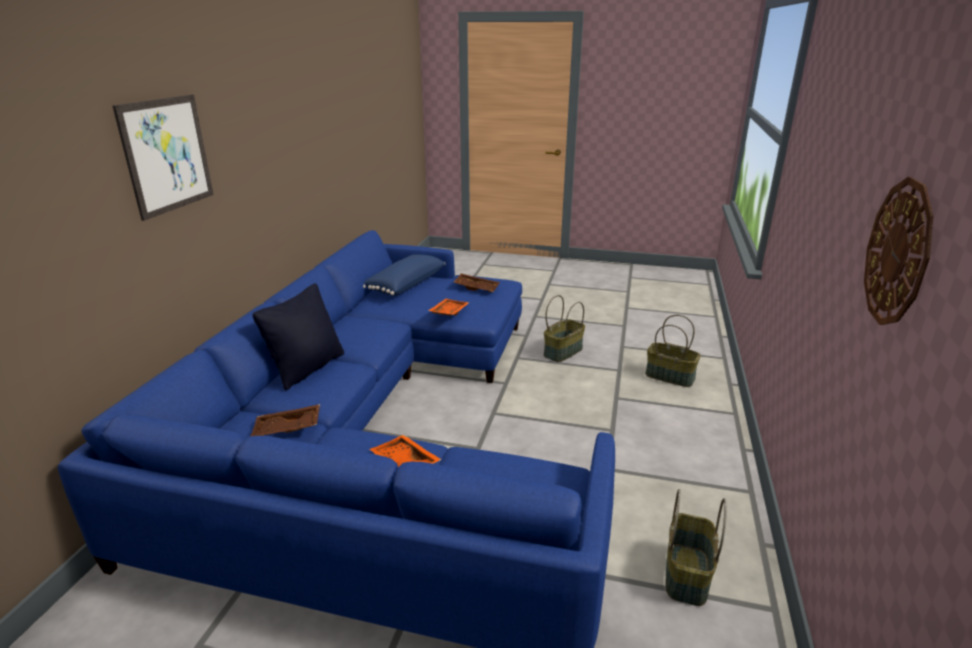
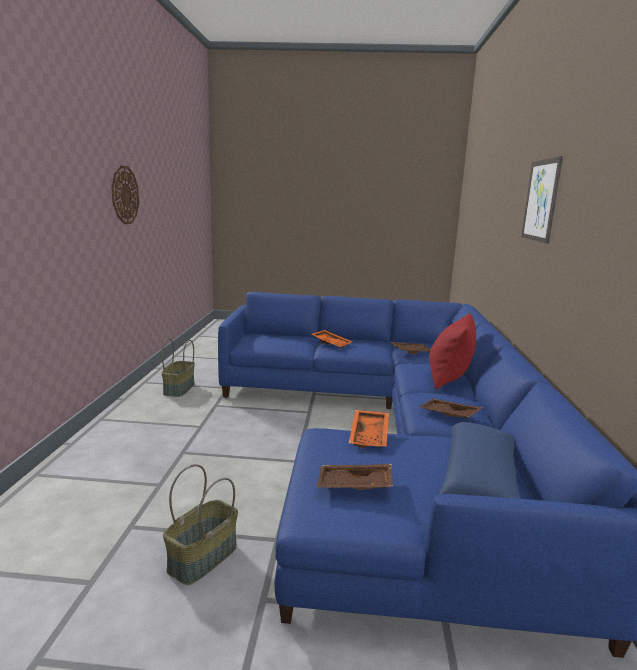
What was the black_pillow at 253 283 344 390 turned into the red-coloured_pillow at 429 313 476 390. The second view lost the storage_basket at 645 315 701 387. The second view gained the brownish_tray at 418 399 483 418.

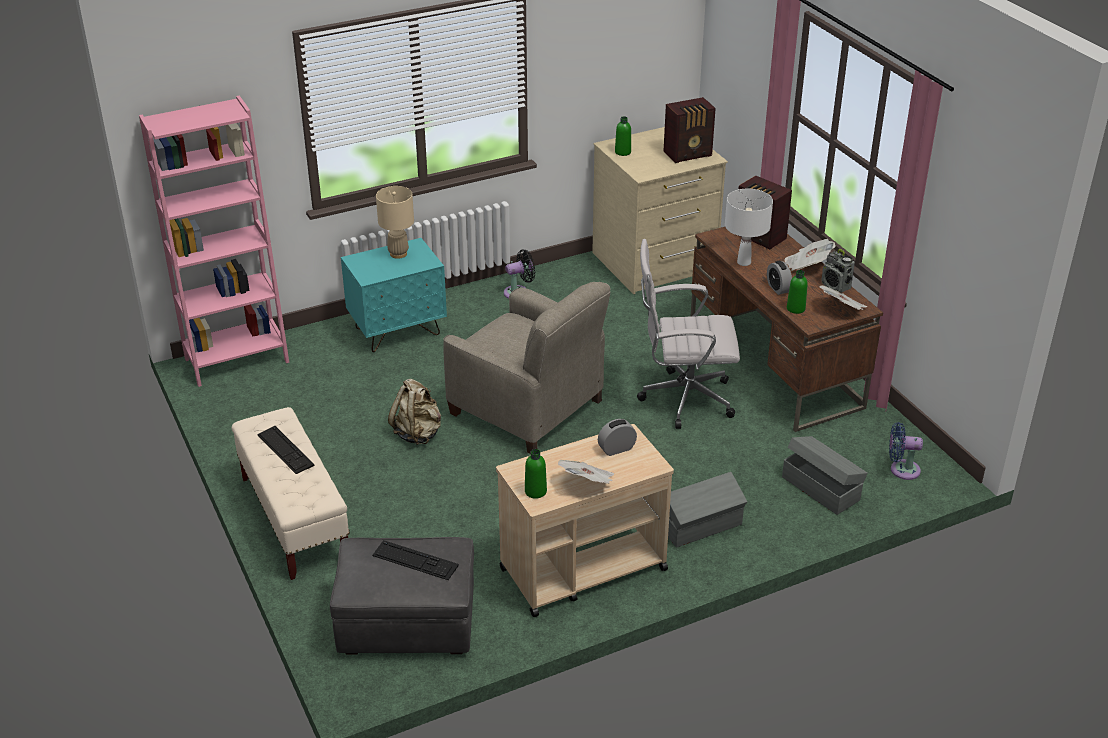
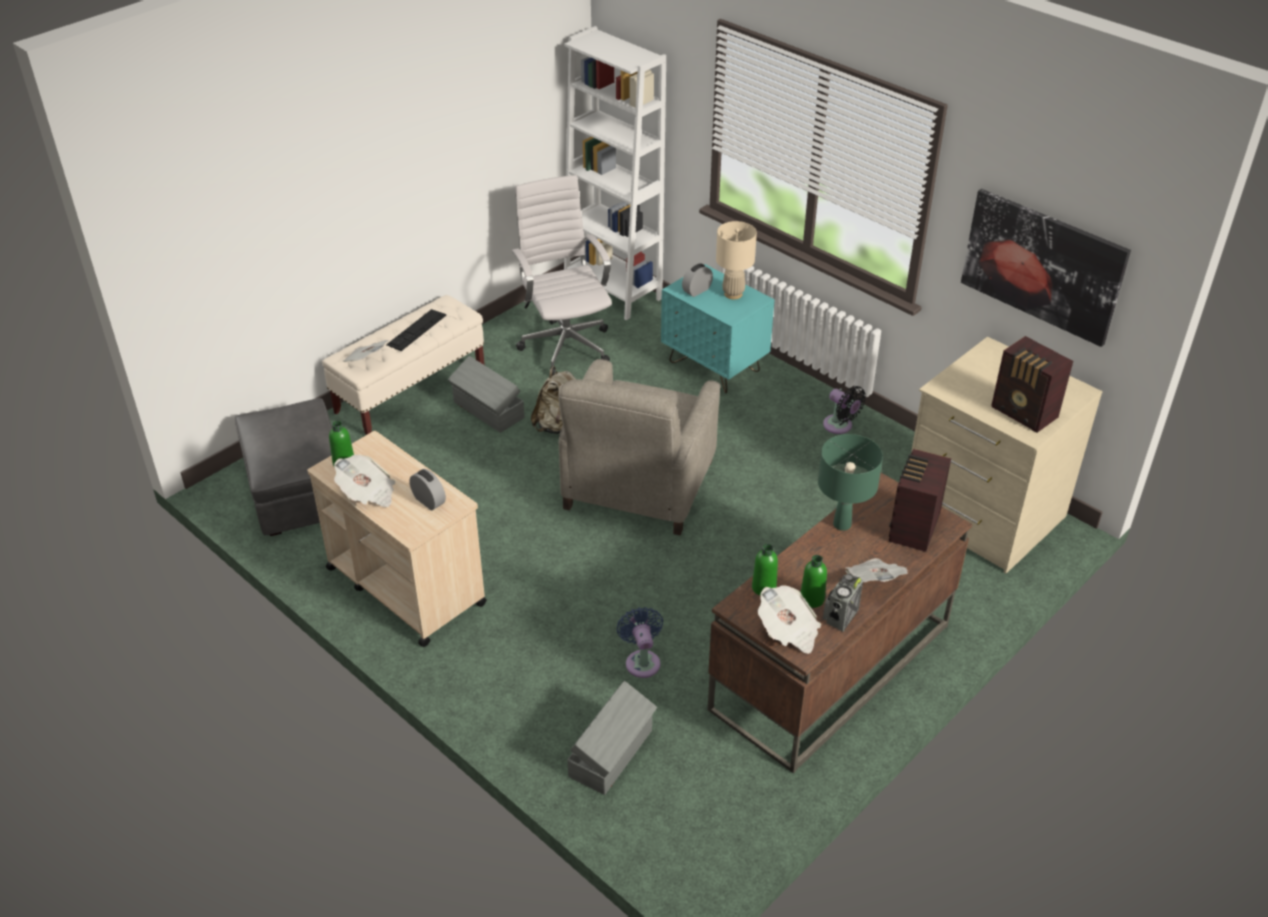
What was the pink_bookcase at 139 96 289 387 turned into the whitish_bookcase at 564 26 666 320. The green-coloured_beverage_bottle ended up elsewhere, having gone from 615 116 631 156 to 800 555 827 608. What was the whitish_tabletop_lamp at 725 189 773 266 turned into the green-coloured_tabletop_lamp at 818 434 883 531. The whitish_desk_chair ended up elsewhere, having gone from 637 239 740 429 to 512 175 612 376. The bedside_clock ended up elsewhere, having gone from 767 261 792 295 to 682 263 713 297. The blue-coloured_fan ended up elsewhere, having gone from 889 422 923 480 to 617 607 663 678. The greyish_storage_bin ended up elsewhere, having gone from 668 472 747 547 to 448 356 524 433. The second view lost the computer_keyboard at 372 540 459 580. The second view gained the wall_picture at 961 189 1131 347. The second view gained the newspaper at 341 340 389 362.

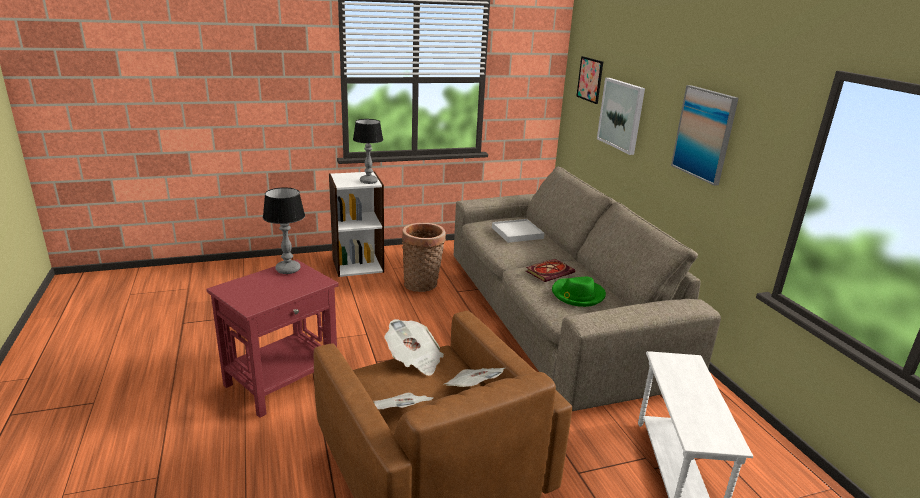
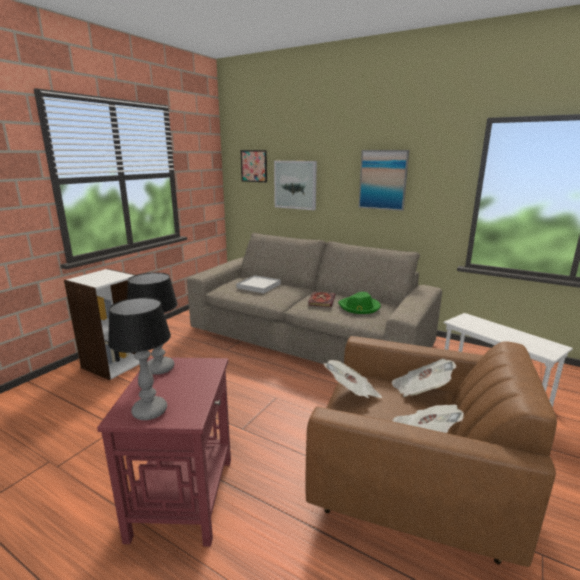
The tabletop_lamp ended up elsewhere, having gone from 353 119 383 184 to 108 297 171 420. The second view lost the storage_basket at 402 223 446 292.

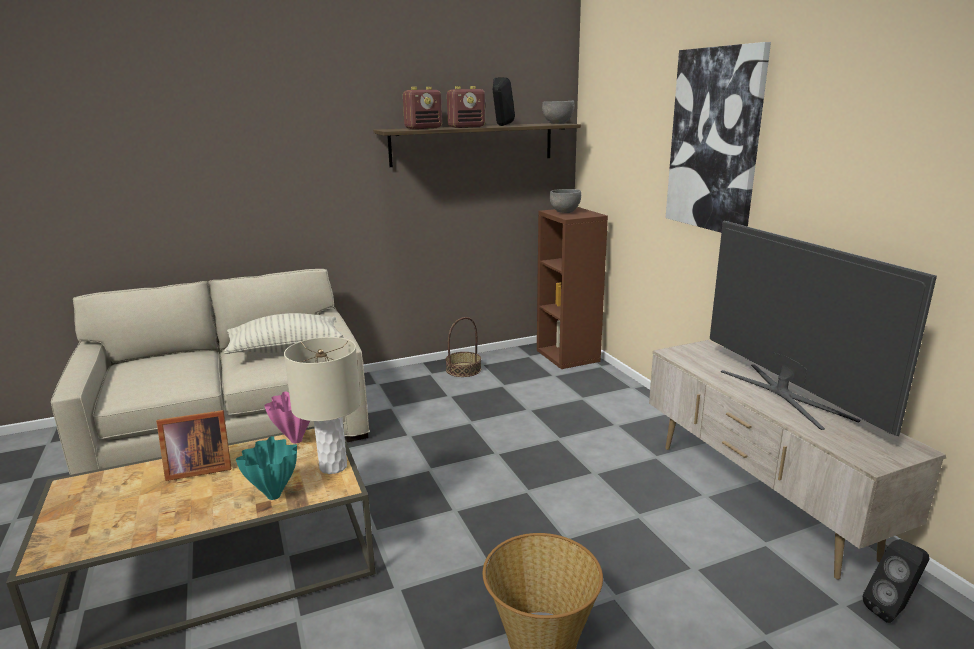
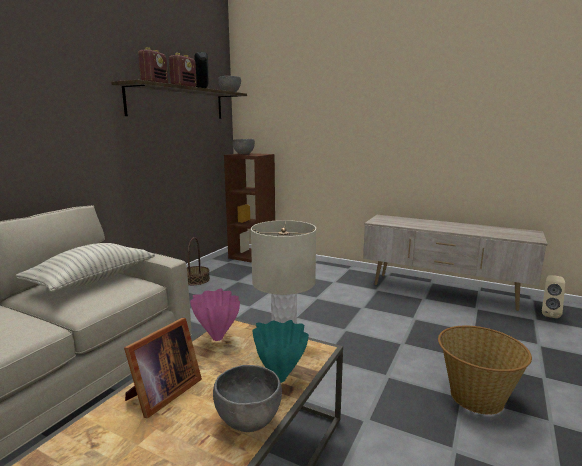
The second view lost the wall_picture at 666 42 771 233. The second view lost the TV at 710 221 937 436. What was the black_speaker at 862 539 929 623 turned into the beige-coloured_speaker at 542 275 565 318. The second view gained the greyish_deep_dish at 213 365 282 432.

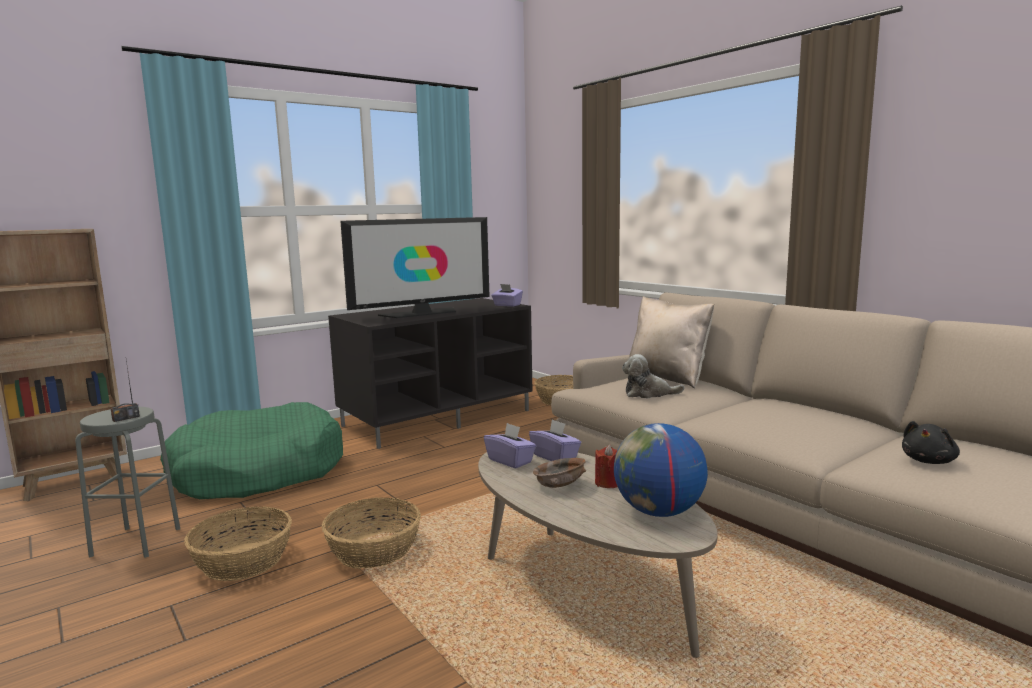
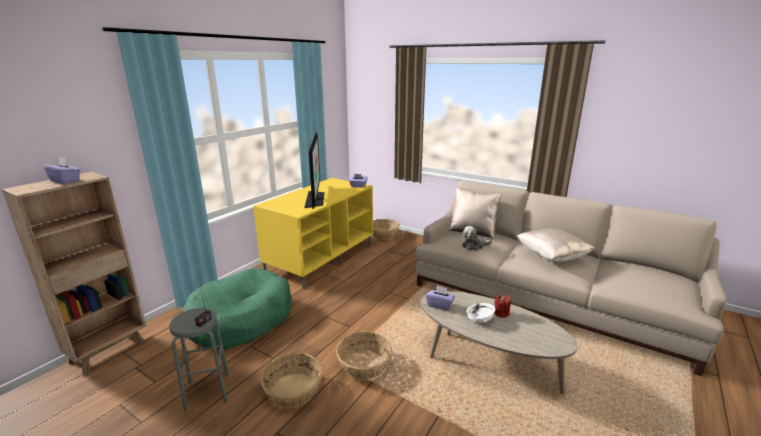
The TV at 340 217 490 318 ended up facing another way, 45 degrees counterclockwise from before. What was the black_tv_stand at 328 298 532 449 turned into the yellowish_tv_stand at 253 178 373 288. The purple_box_of_tissues ended up elsewhere, having gone from 529 419 581 461 to 43 158 80 184. The second view lost the black_soft_toy at 902 421 960 464. The second view lost the desk_globe at 614 423 708 517. What was the brownish_deep_dish at 533 458 586 488 turned into the whitish_deep_dish at 466 303 495 323. The second view gained the beige-coloured_pillow at 517 227 595 262.

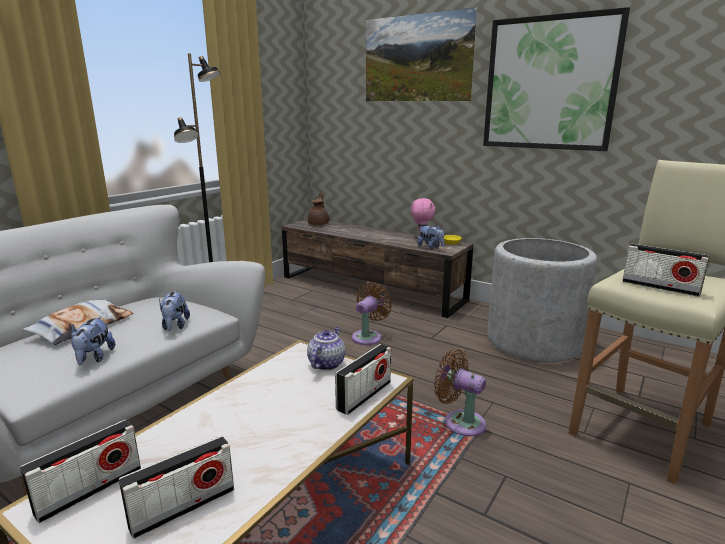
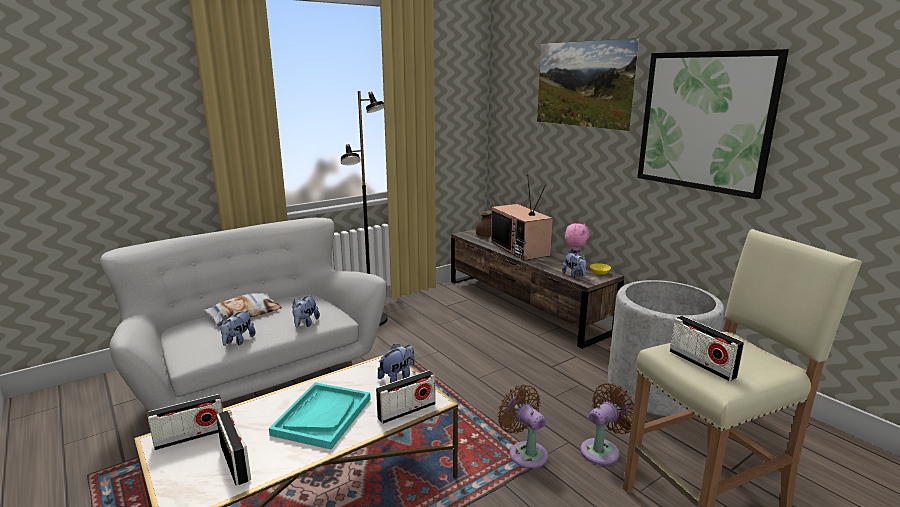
The brownish_fan ended up elsewhere, having gone from 352 282 392 345 to 580 383 634 466. Where the tea_pot stood at 307 327 345 370, the soft_toy came to stand at 378 344 415 383. The radio_receiver at 119 436 234 539 ended up facing another way, 105 degrees counterclockwise from before. The second view gained the TV at 491 180 553 260. The second view gained the turquoise-coloured_tray at 269 382 371 450.

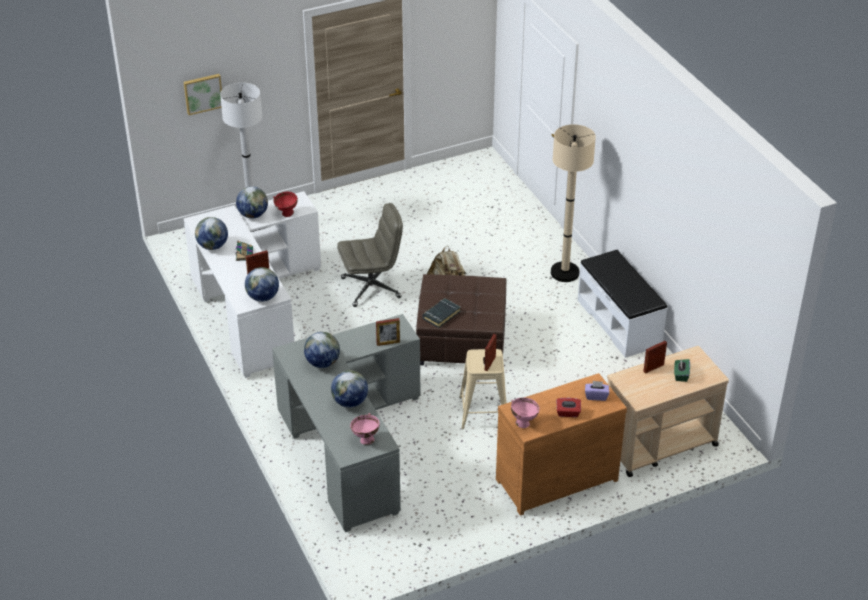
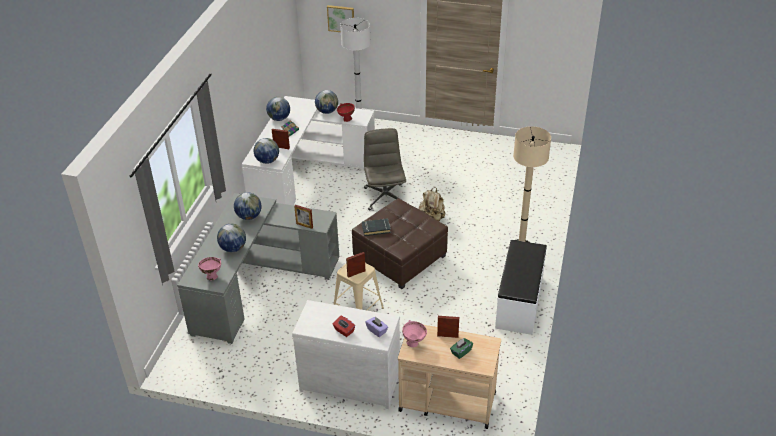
The greyish_desk_chair at 337 203 403 307 ended up facing another way, 120 degrees counterclockwise from before. What was the brownish_drawer_chest at 496 373 627 516 turned into the whitish_drawer_chest at 292 300 400 409. The pink_deep_dish ended up elsewhere, having gone from 511 398 540 428 to 402 320 427 347.

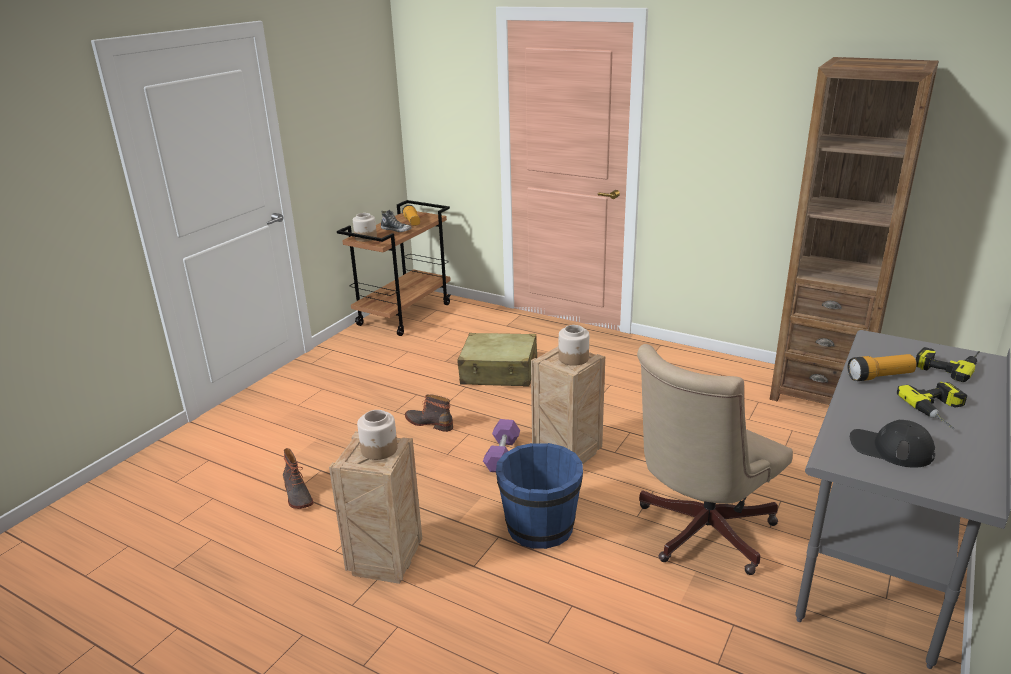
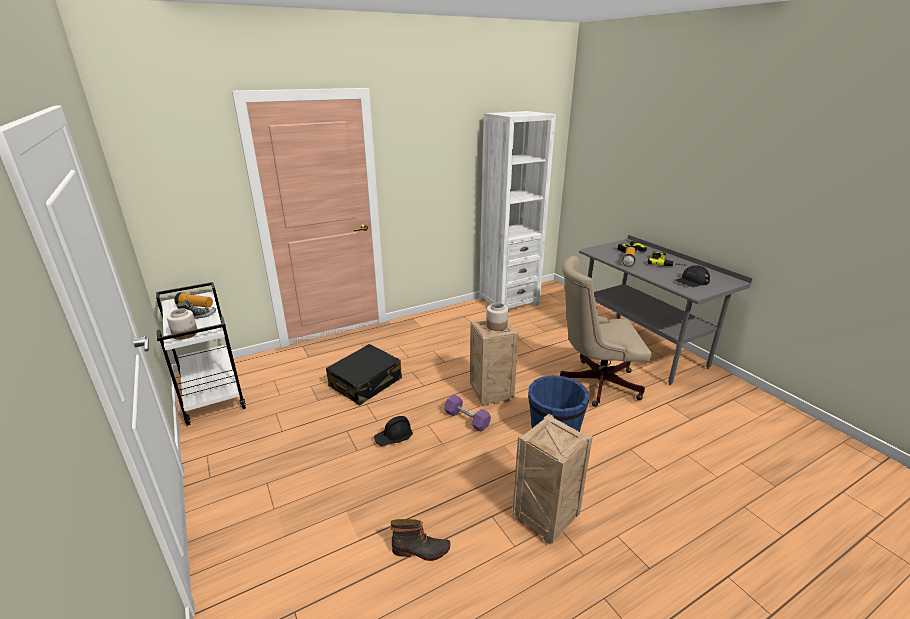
What was the brownish_bookcase at 770 57 939 405 turned into the whitish_bookcase at 479 111 556 309. What was the brownish_cart at 337 200 451 336 turned into the whitish_cart at 156 282 246 426. What was the beige-coloured_travel_case at 457 333 537 387 turned into the black_travel_case at 326 344 402 406. The beige-coloured_desk_chair at 637 344 793 575 ended up facing another way, 105 degrees clockwise from before. Where the tall_boot stood at 405 394 453 432, the black_safety_helmet came to stand at 374 416 413 446. The second view lost the jar at 357 410 398 460.

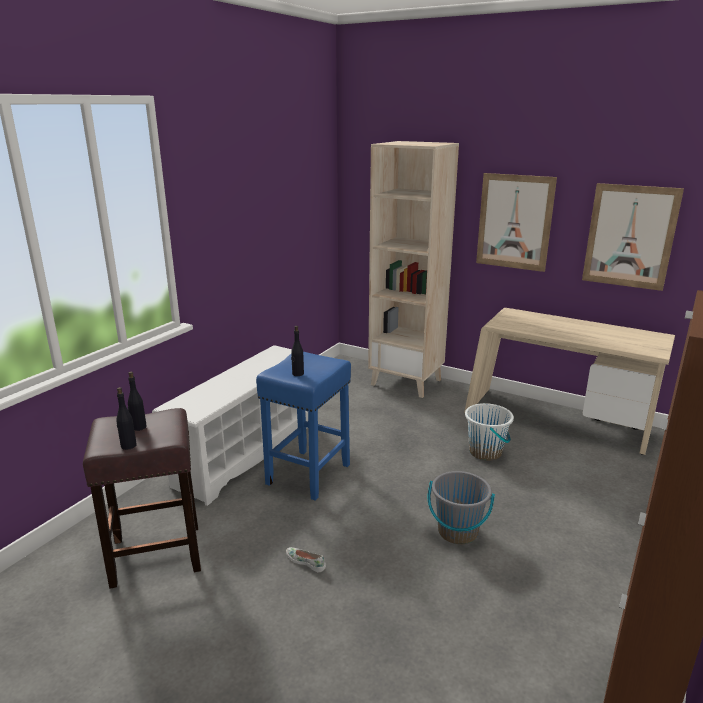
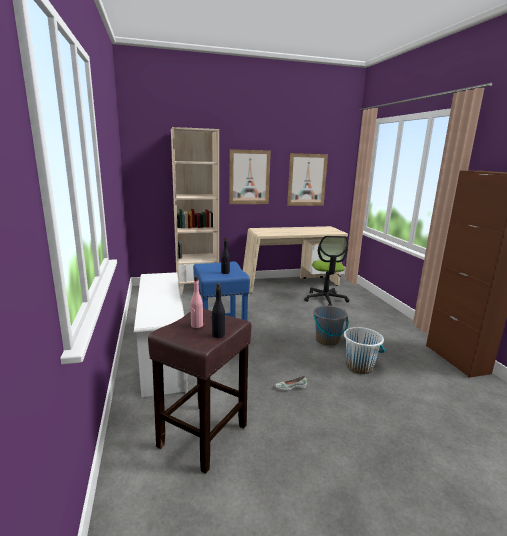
What was the black_beverage_bottle at 128 372 147 431 turned into the pink_beverage_bottle at 190 276 203 328. The whitish_pail ended up elsewhere, having gone from 465 403 514 461 to 344 327 385 374. The second view gained the desk_chair at 304 236 349 306.

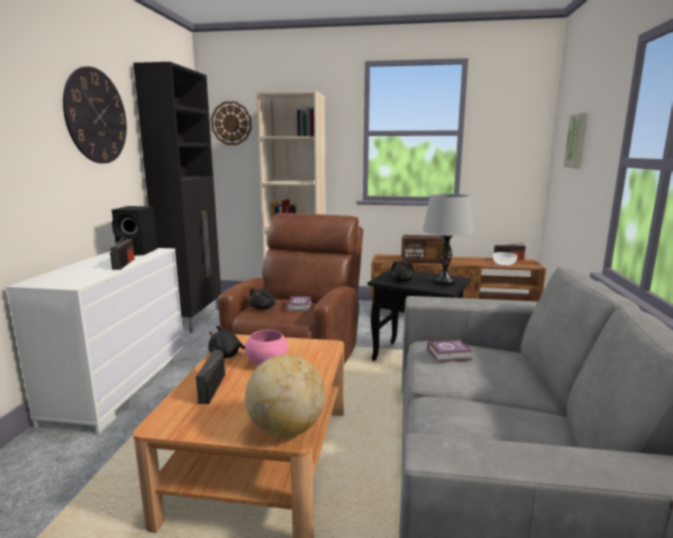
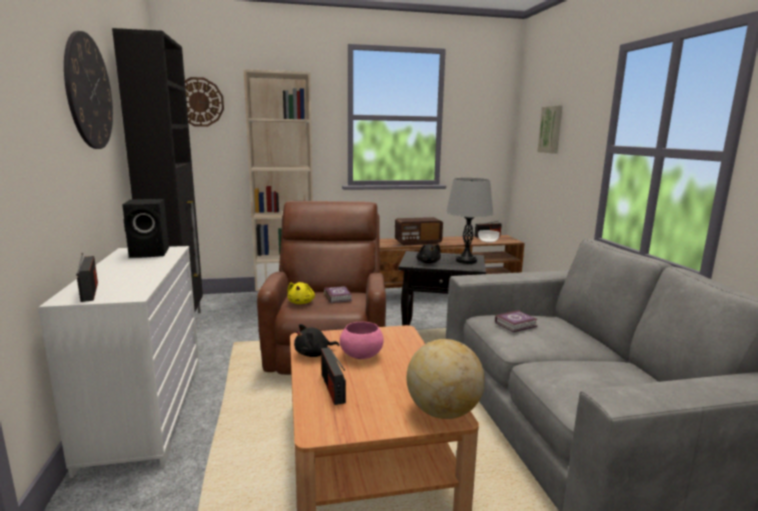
The radio_receiver ended up elsewhere, having gone from 110 236 135 270 to 76 253 98 302. What was the black_soft_toy at 249 288 275 309 turned into the yellowish_soft_toy at 287 282 315 304.

